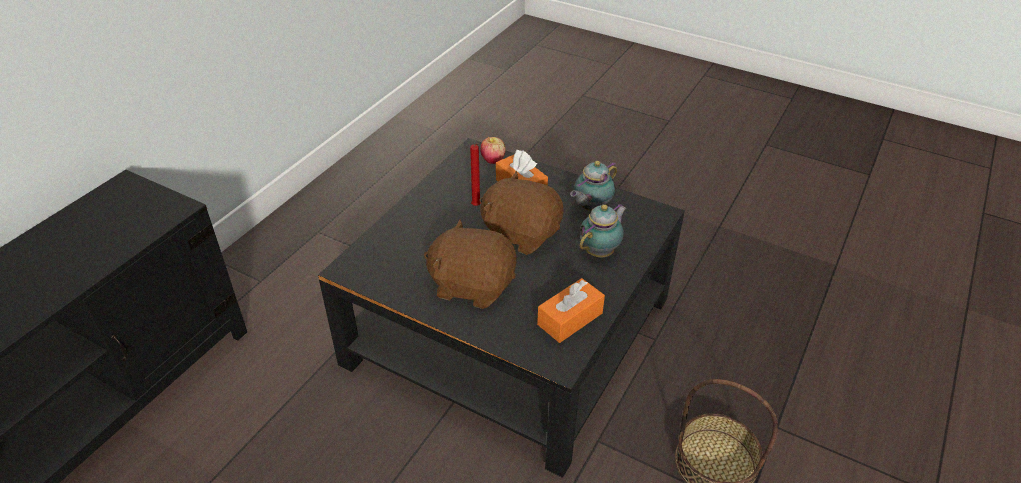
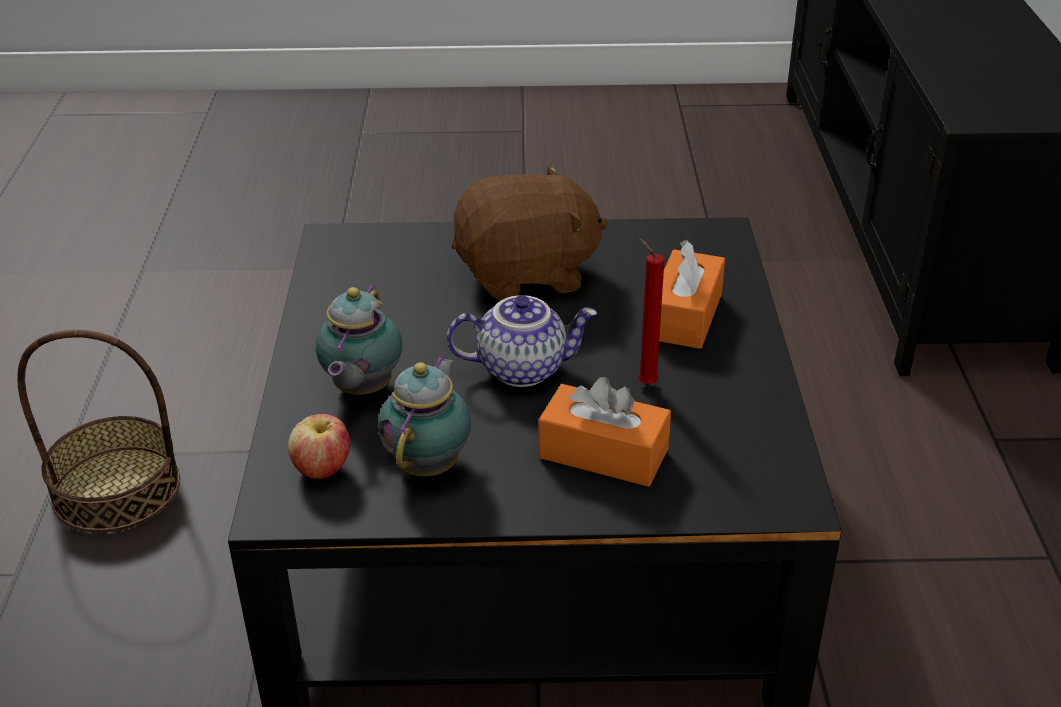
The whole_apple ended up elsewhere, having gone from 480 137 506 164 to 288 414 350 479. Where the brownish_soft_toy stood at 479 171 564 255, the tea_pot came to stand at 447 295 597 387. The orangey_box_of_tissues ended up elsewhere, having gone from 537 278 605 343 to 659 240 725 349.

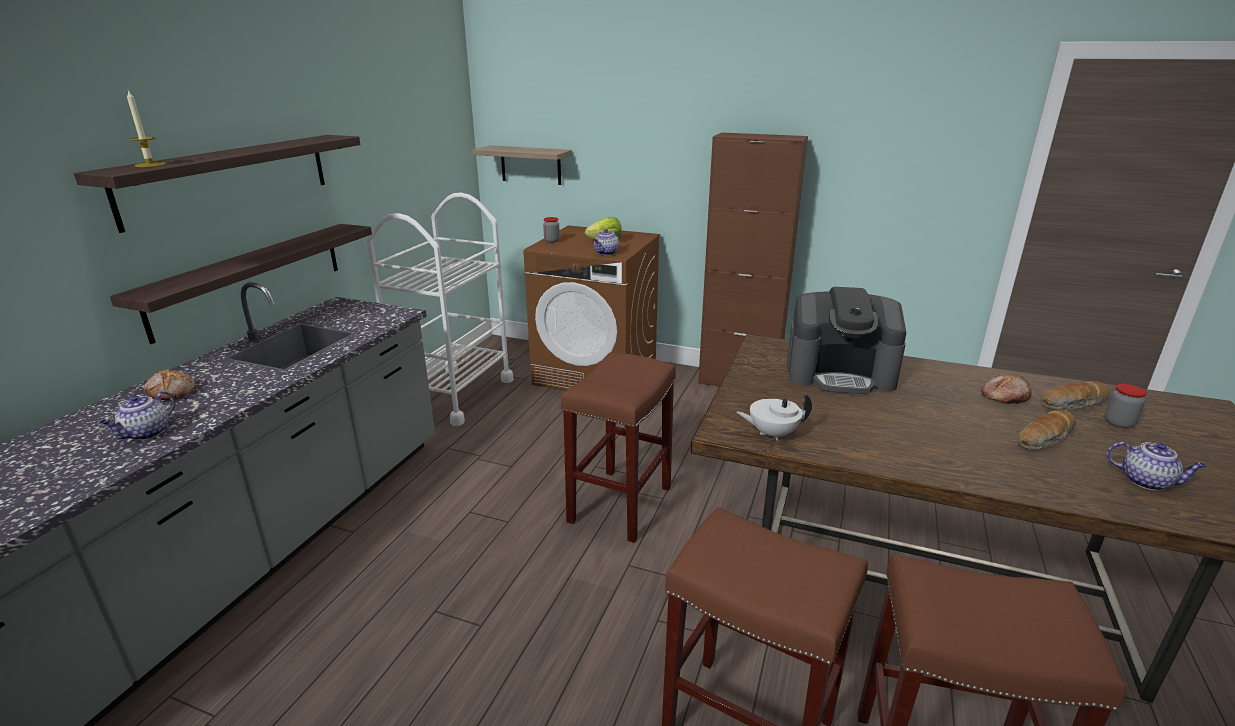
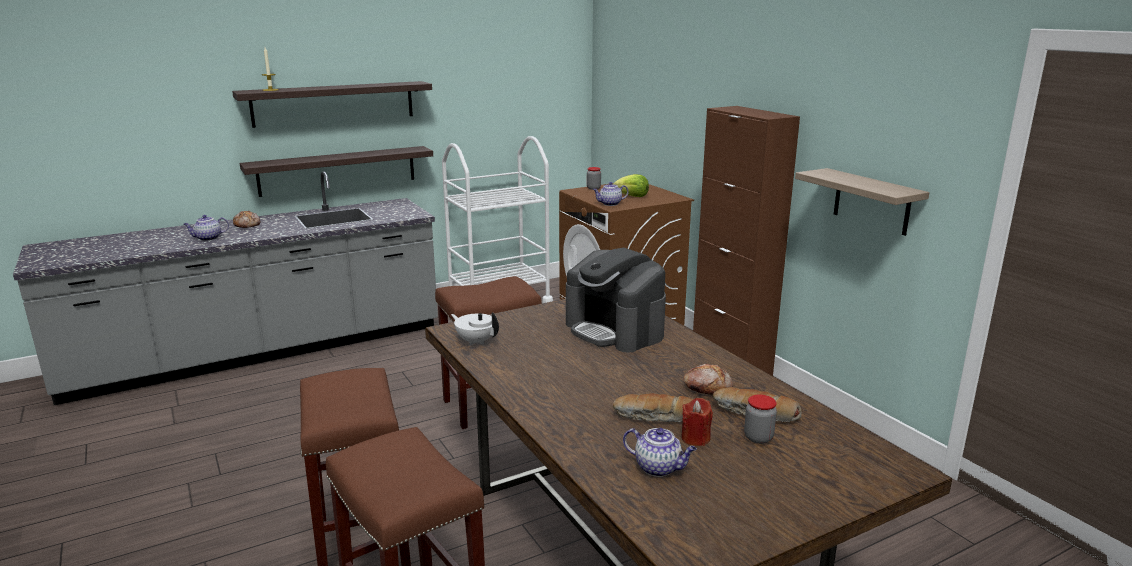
The bracket_shelf ended up elsewhere, having gone from 472 146 572 185 to 795 168 930 236. The tea_pot at 1107 442 1207 490 ended up facing another way, 45 degrees counterclockwise from before. The second view gained the red-coloured_wax_candle at 681 398 713 446.

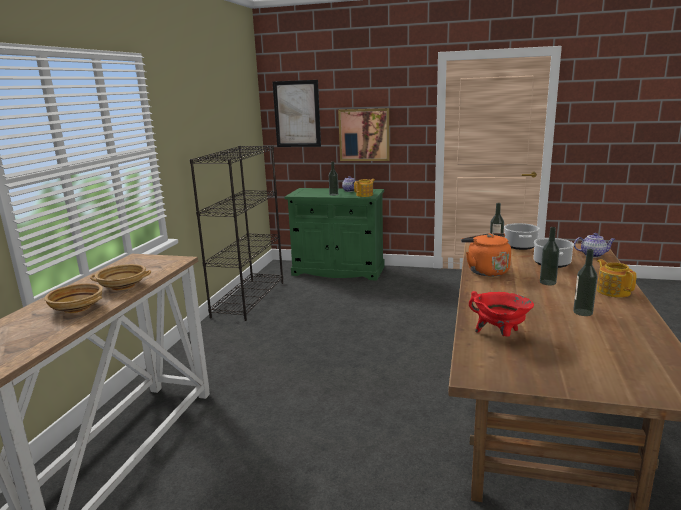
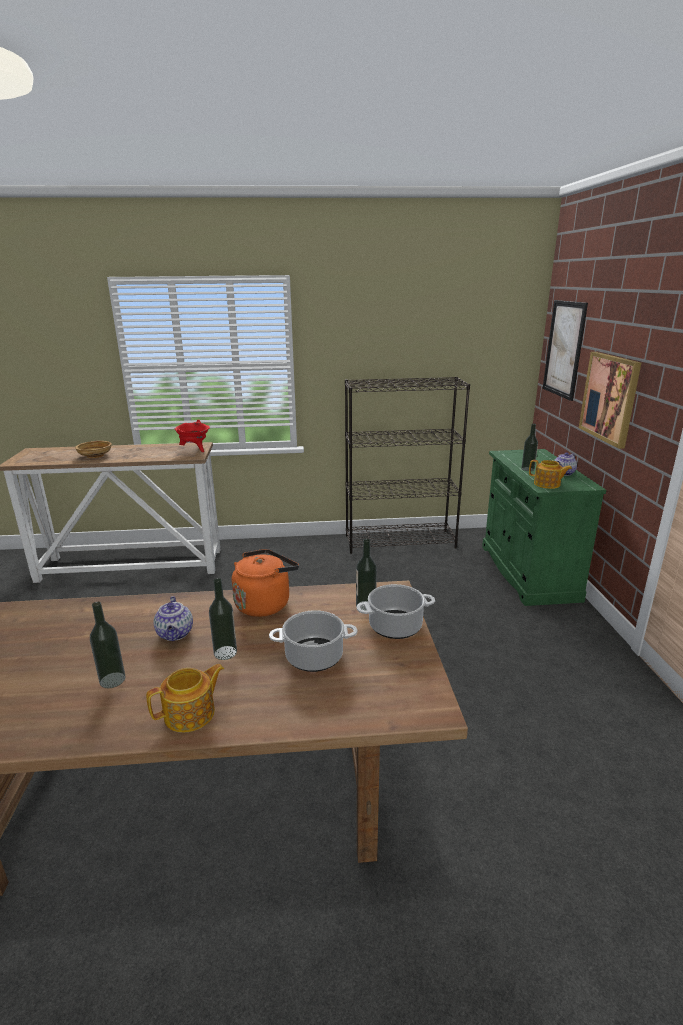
The tea_pot ended up elsewhere, having gone from 574 233 615 257 to 154 596 193 641. The second view lost the beige-coloured_deep_dish at 90 264 151 290. The red-coloured_stockpot ended up elsewhere, having gone from 469 291 534 337 to 175 420 210 452.

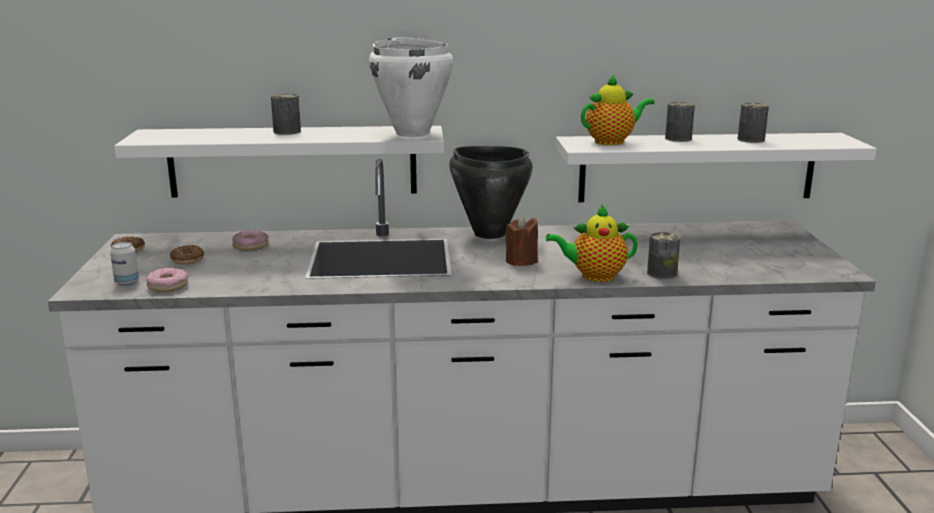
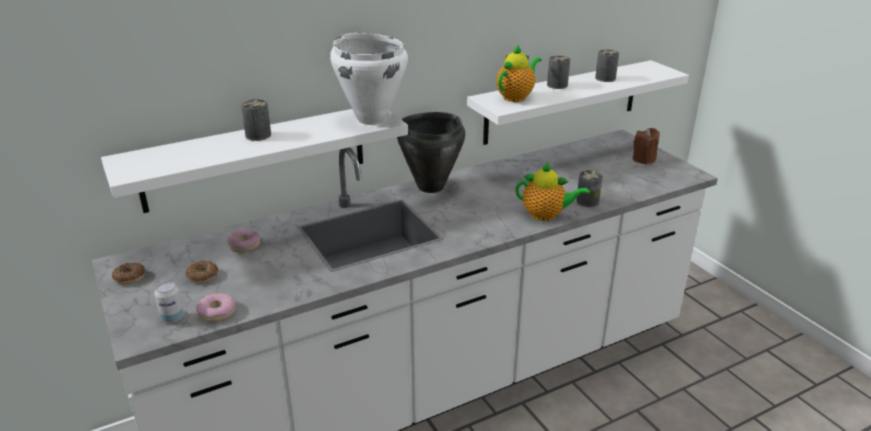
The tea_pot at 545 205 638 282 ended up facing another way, 135 degrees counterclockwise from before. The brownish_wax_candle ended up elsewhere, having gone from 505 216 538 266 to 633 128 659 164.

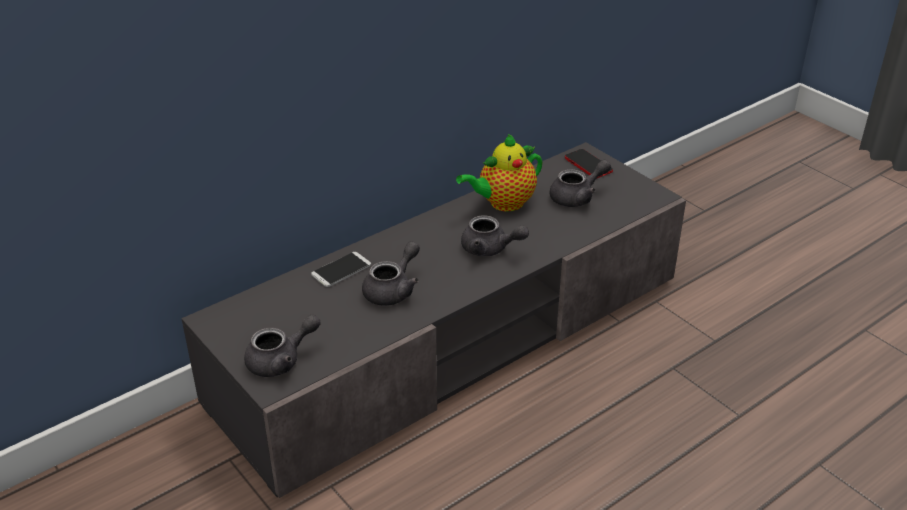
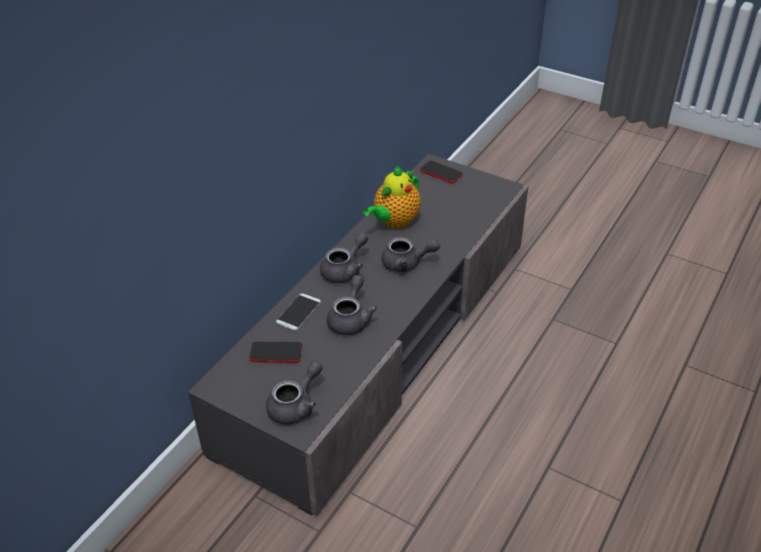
The greyish_tea_pot ended up elsewhere, having gone from 550 160 611 207 to 320 233 368 283. The second view gained the telephone at 249 342 302 363.

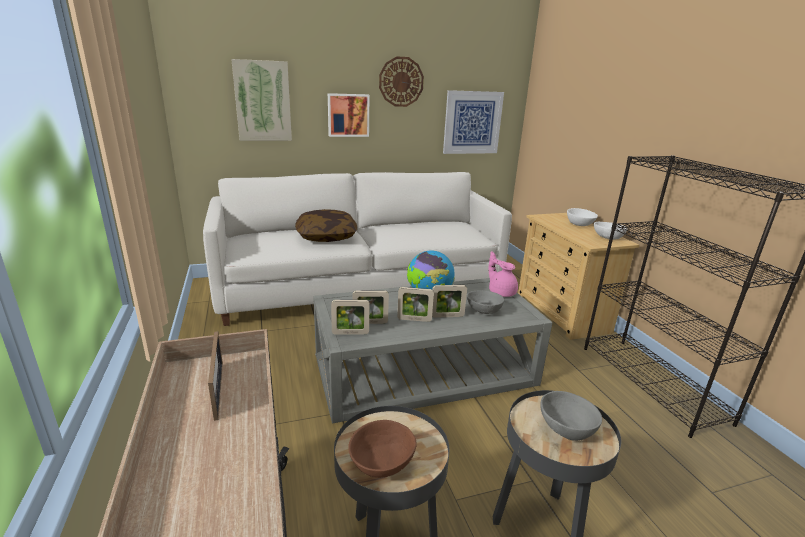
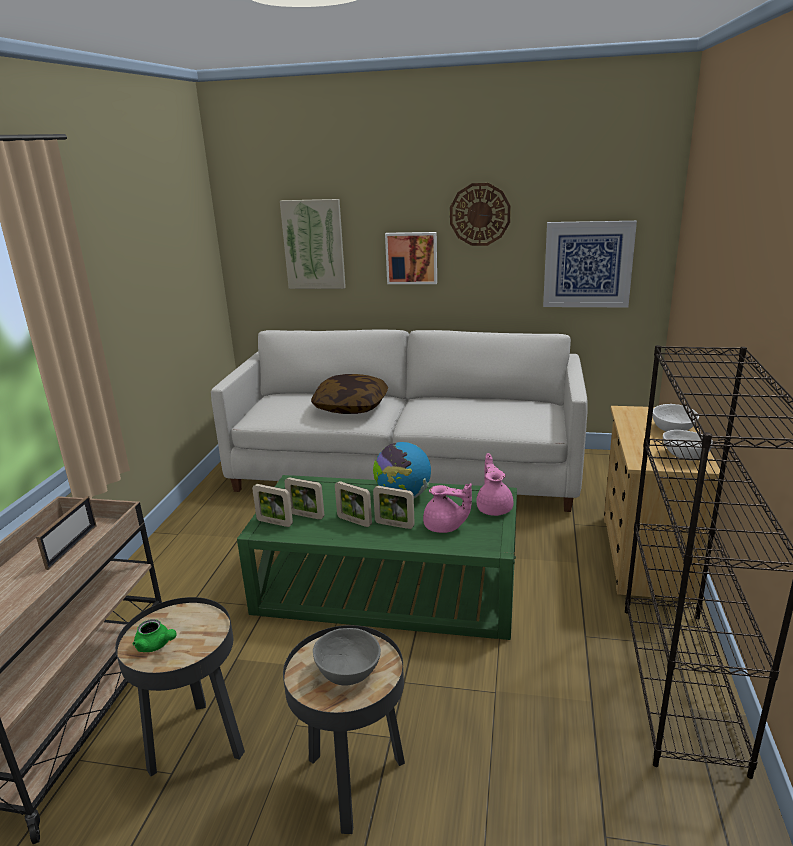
What was the greyish_low_table at 313 278 552 423 turned into the green-coloured_low_table at 237 475 517 640. Where the greyish_deep_dish stood at 467 290 504 314, the pink_tea_pot came to stand at 423 483 472 533. Where the brownish_deep_dish stood at 348 420 417 478, the green-coloured_tea_pot came to stand at 133 619 177 652.

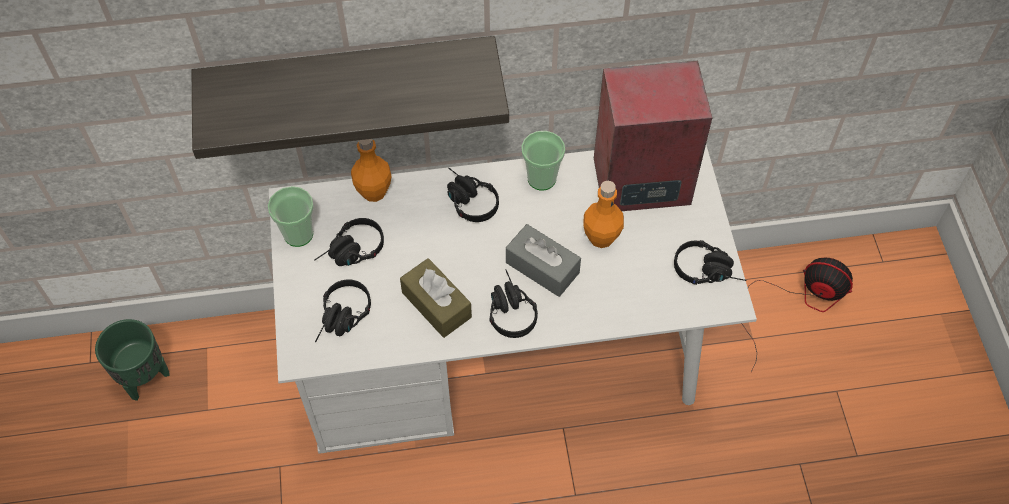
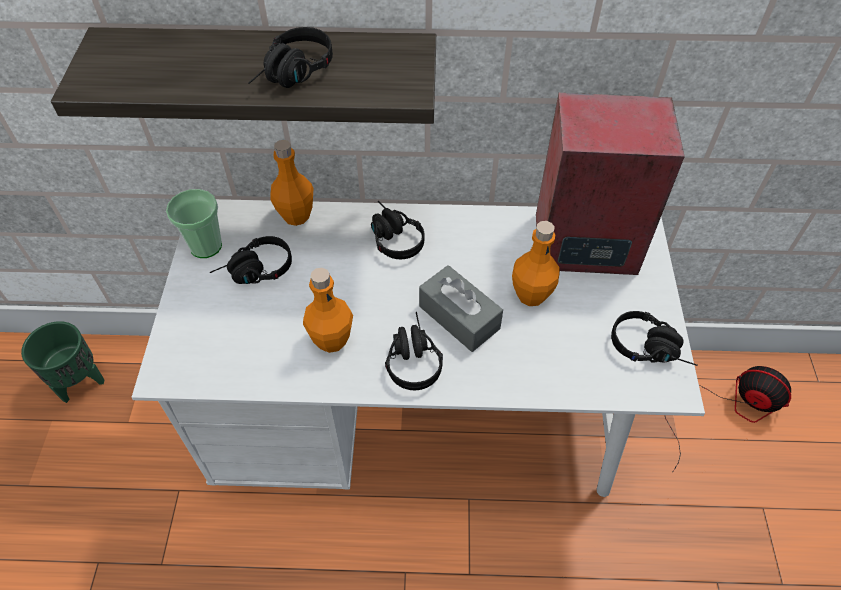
The second view lost the small_cup at 521 131 565 191. Where the brownish_box_of_tissues stood at 400 258 472 338, the orangey_beverage_bottle came to stand at 303 268 353 353. The black_headset ended up elsewhere, having gone from 315 279 371 342 to 248 27 333 88.

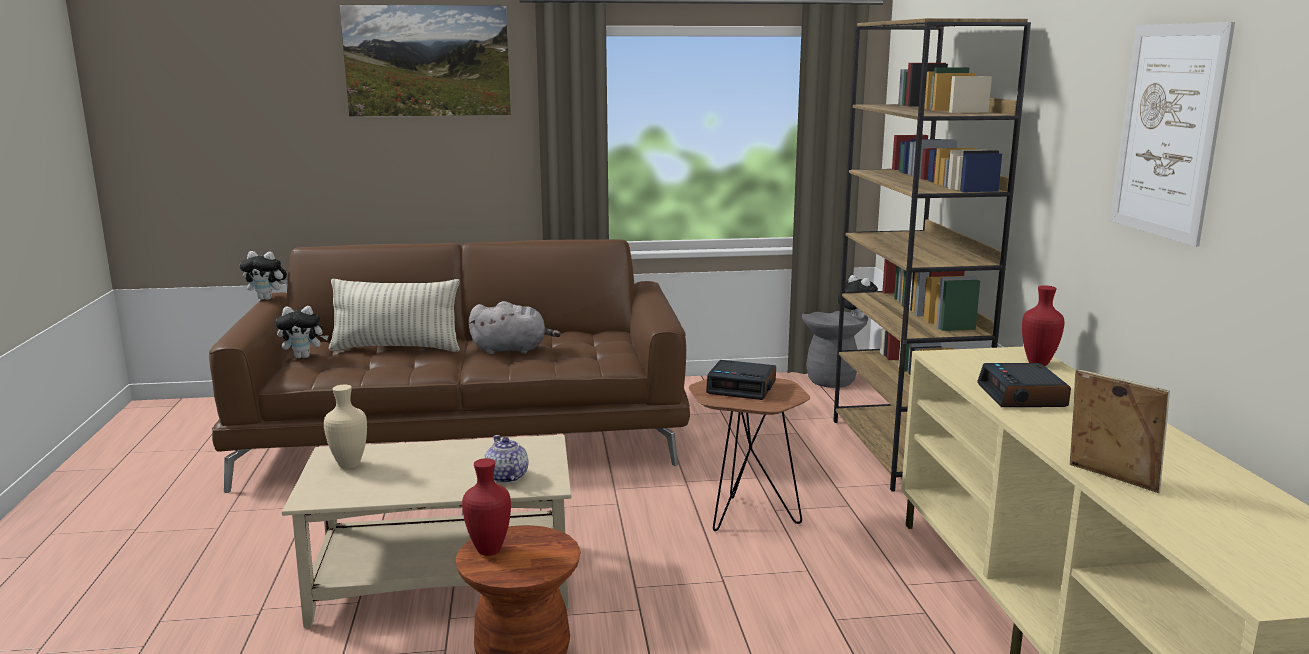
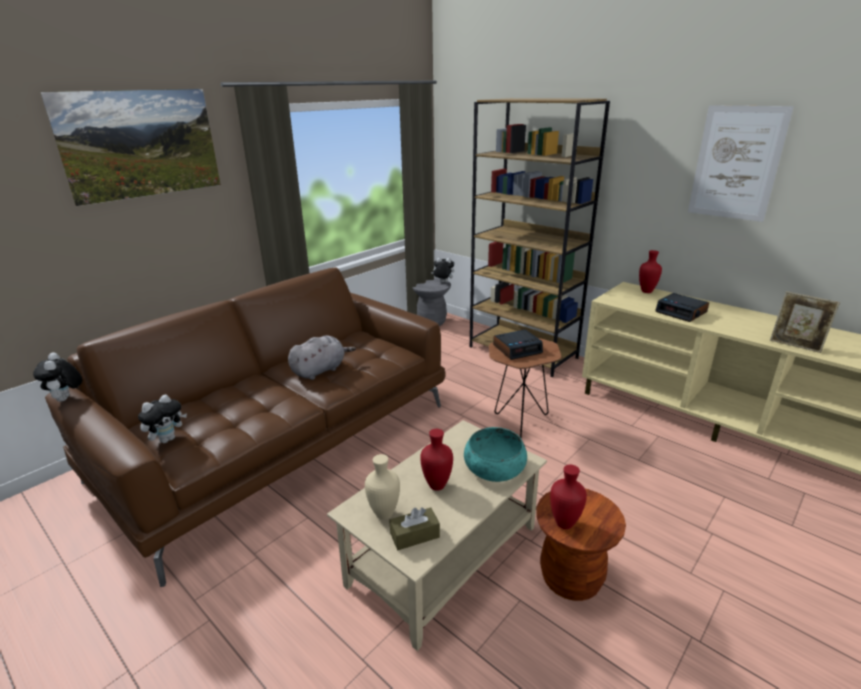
The soft_toy at 240 251 288 300 ended up facing another way, 105 degrees clockwise from before. The second view lost the pillow at 329 279 460 352. The photo_frame at 1070 369 1170 493 ended up facing another way, 150 degrees counterclockwise from before. Where the tea_pot stood at 484 435 528 483, the turquoise-coloured_deep_dish came to stand at 464 427 527 482. The second view gained the red-coloured_flower_vase at 420 429 453 491. The second view gained the brownish_box_of_tissues at 389 507 440 550.

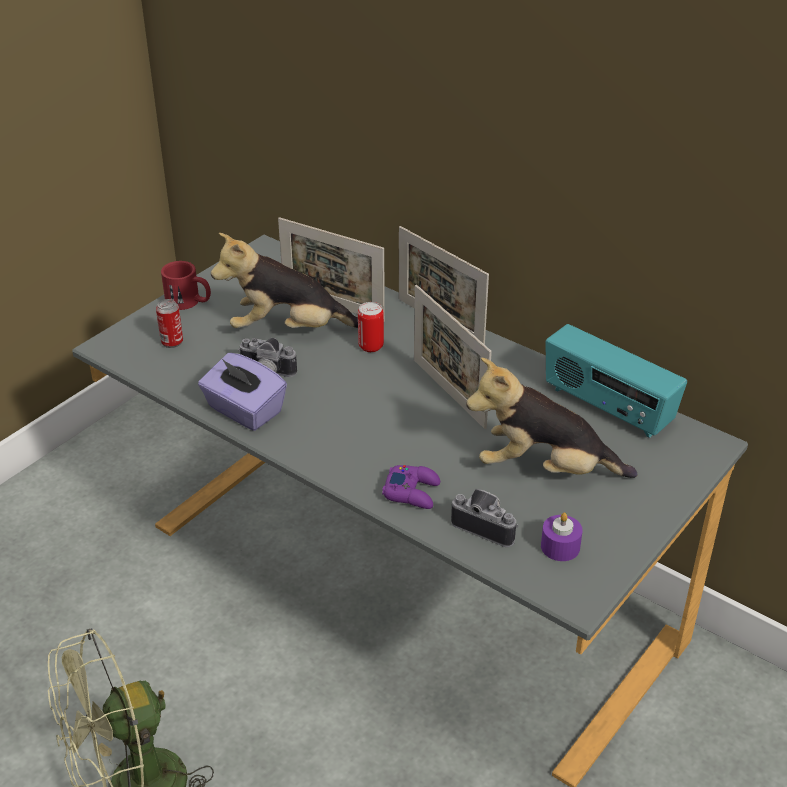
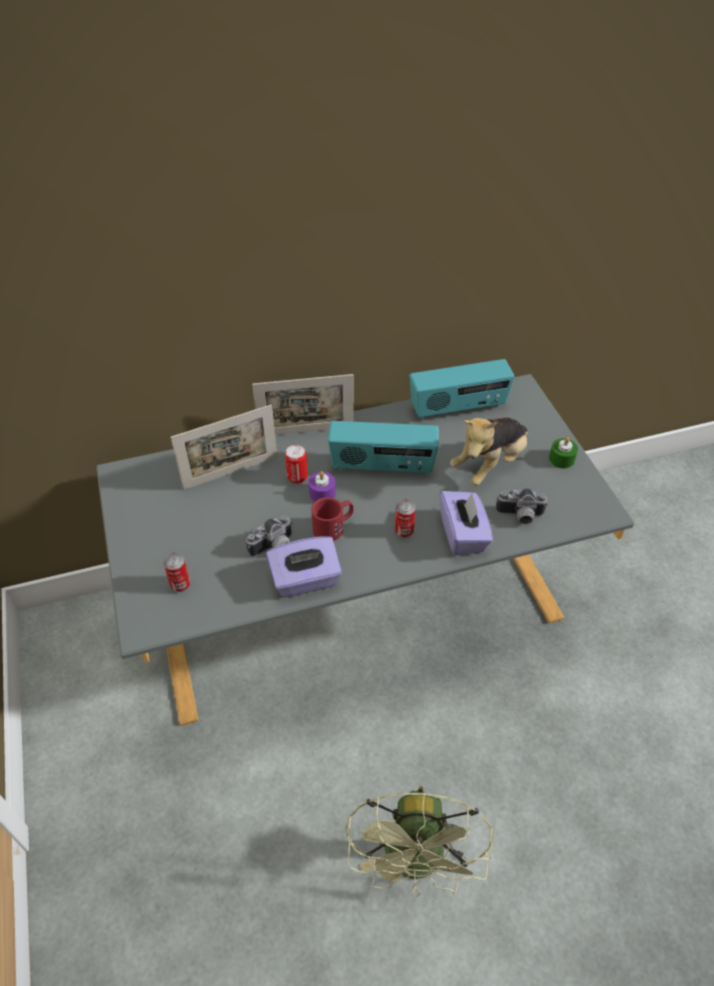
The second view lost the soft_toy at 211 233 358 328. The red-coloured_coffee_mug ended up elsewhere, having gone from 161 261 211 310 to 311 497 354 541. Where the photo_frame stood at 414 285 492 429, the radio_receiver came to stand at 328 421 439 475. Where the purple_joypad stood at 382 465 440 509, the purple_box_of_tissues came to stand at 439 491 493 556. The still_camera at 451 489 519 547 ended up facing another way, 150 degrees counterclockwise from before. The purple_wax_candle ended up elsewhere, having gone from 541 513 583 561 to 309 471 336 501. The second view gained the green-coloured_wax_candle at 549 437 578 468. The second view gained the can at 395 499 416 537.

